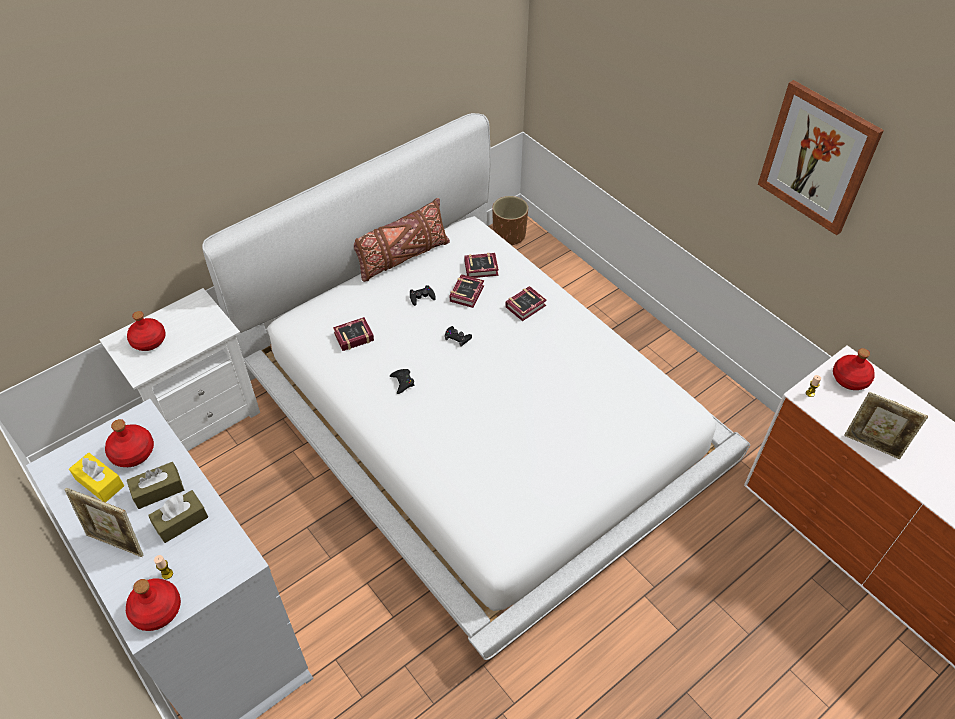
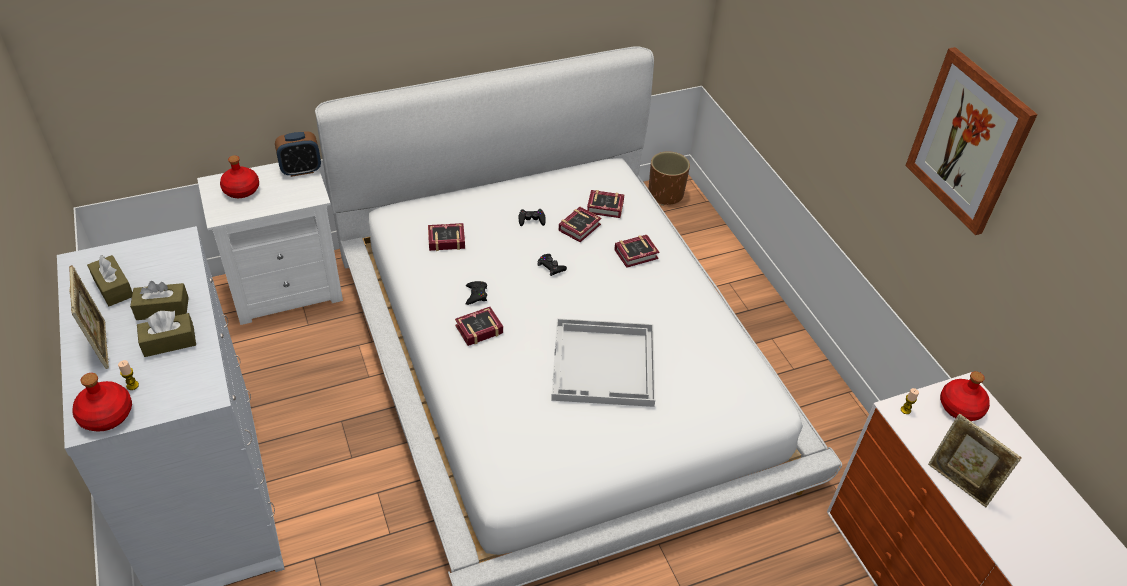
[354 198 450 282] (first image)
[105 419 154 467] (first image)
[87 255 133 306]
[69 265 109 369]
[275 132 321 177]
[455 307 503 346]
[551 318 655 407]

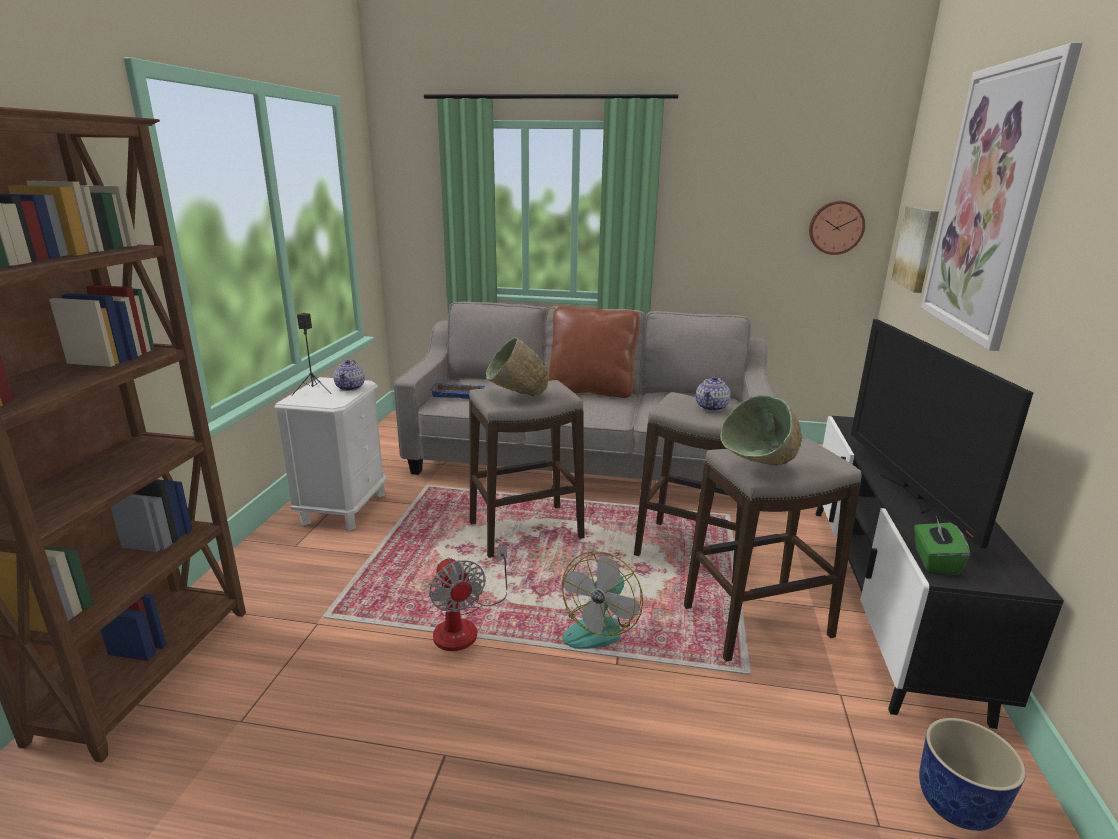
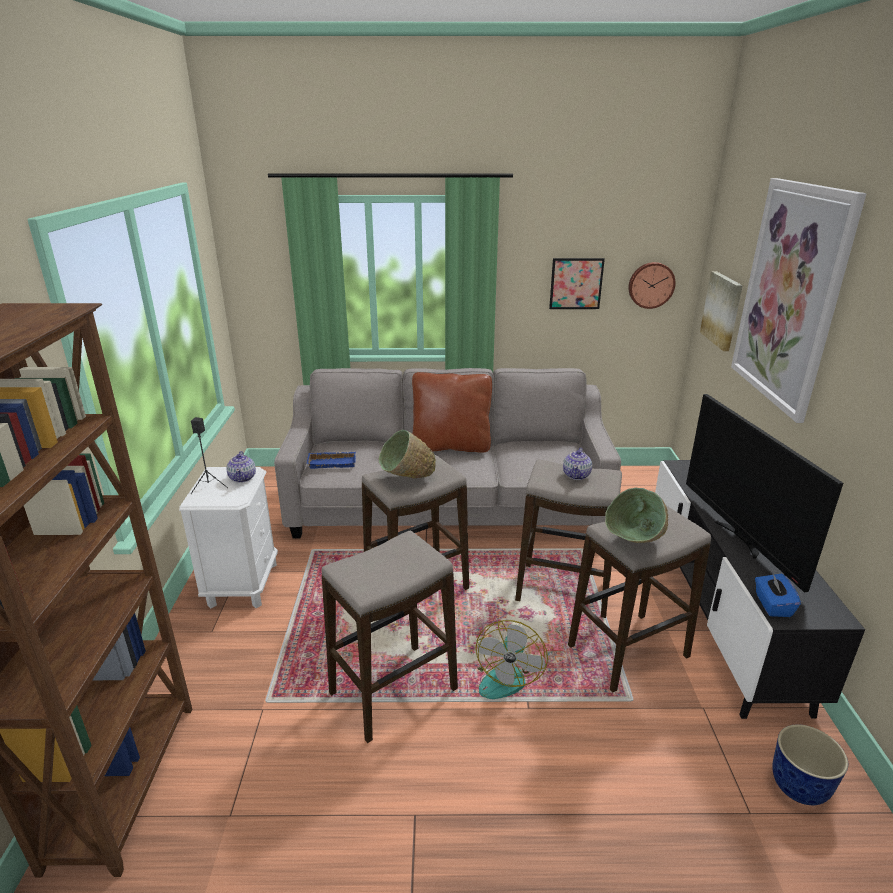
[755 574 801 617]
[321 530 458 743]
[549 258 605 309]

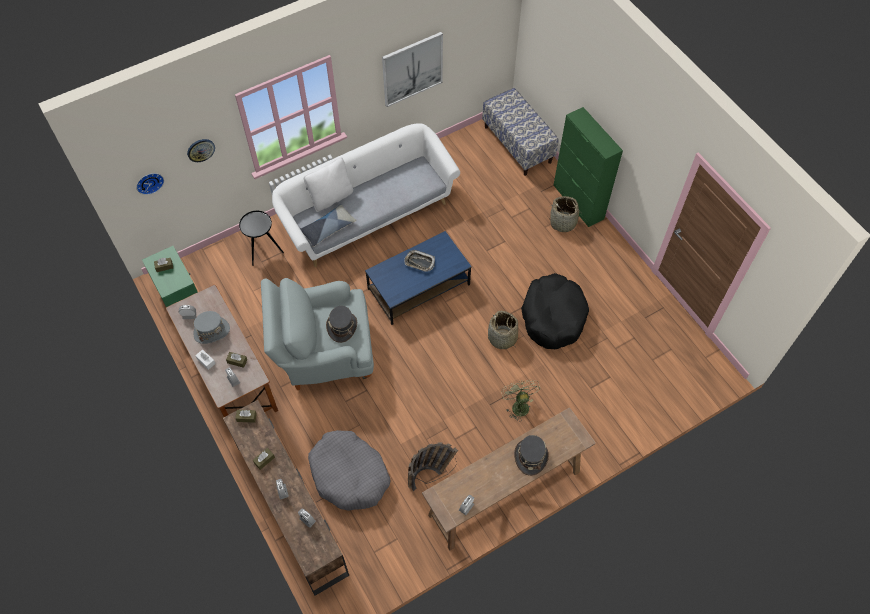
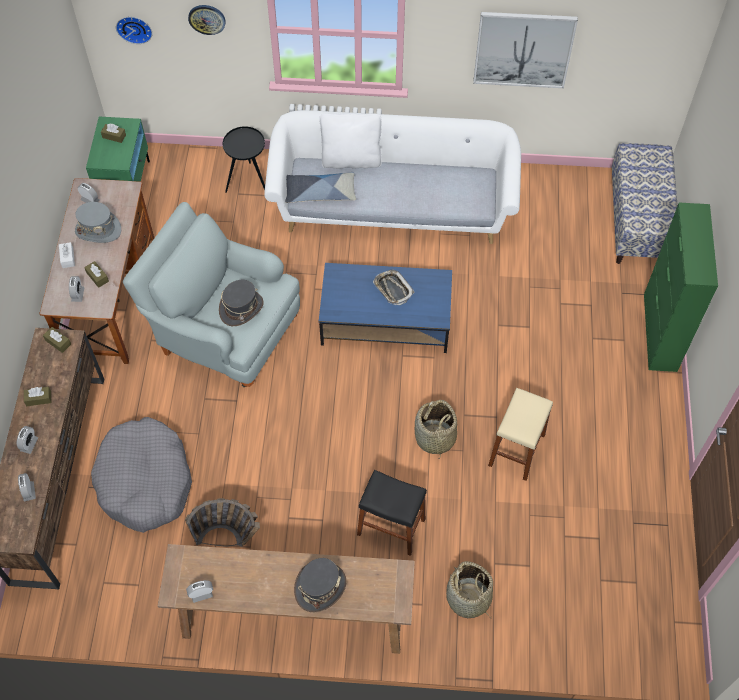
[446 561 493 619]
[488 388 553 481]
[357 470 427 556]

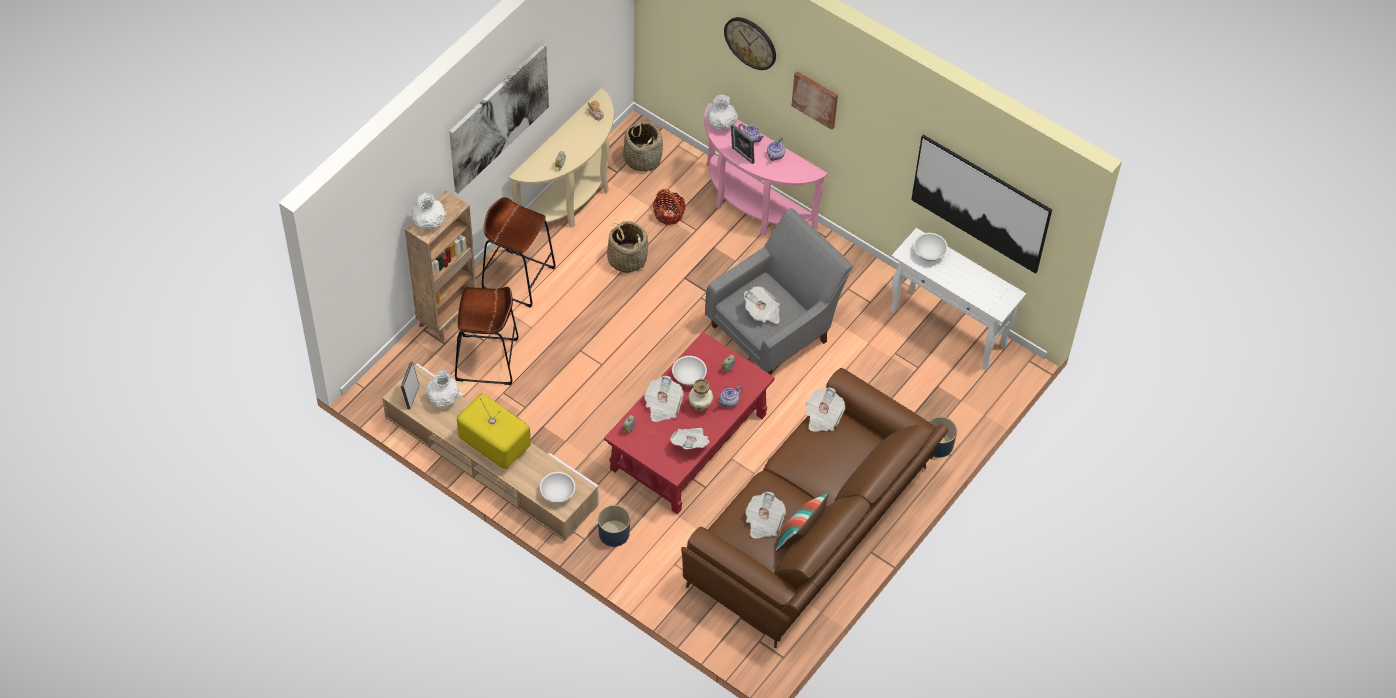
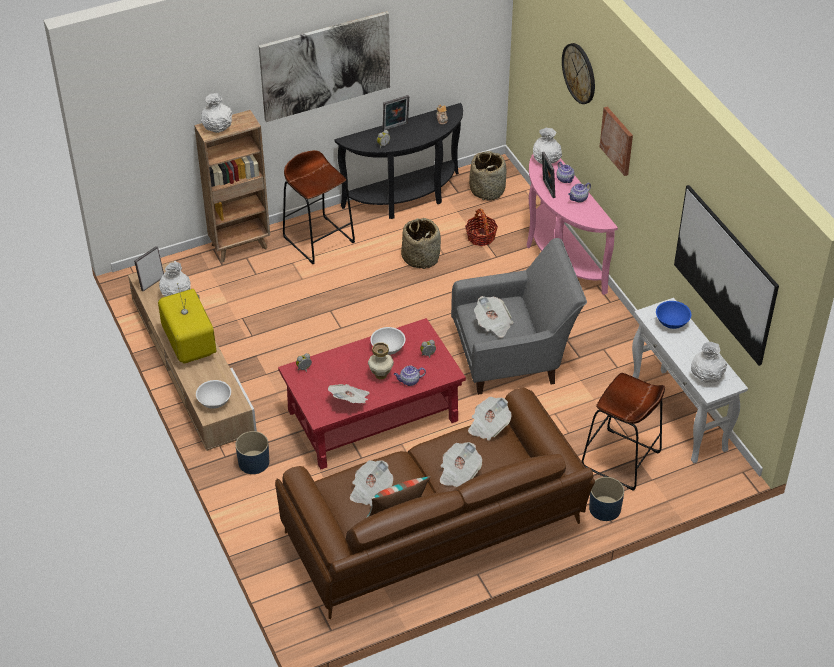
[334 103 463 219]
[656 301 691 329]
[582 373 665 490]
[440 442 482 487]
[382 95 409 131]
[691 342 727 383]

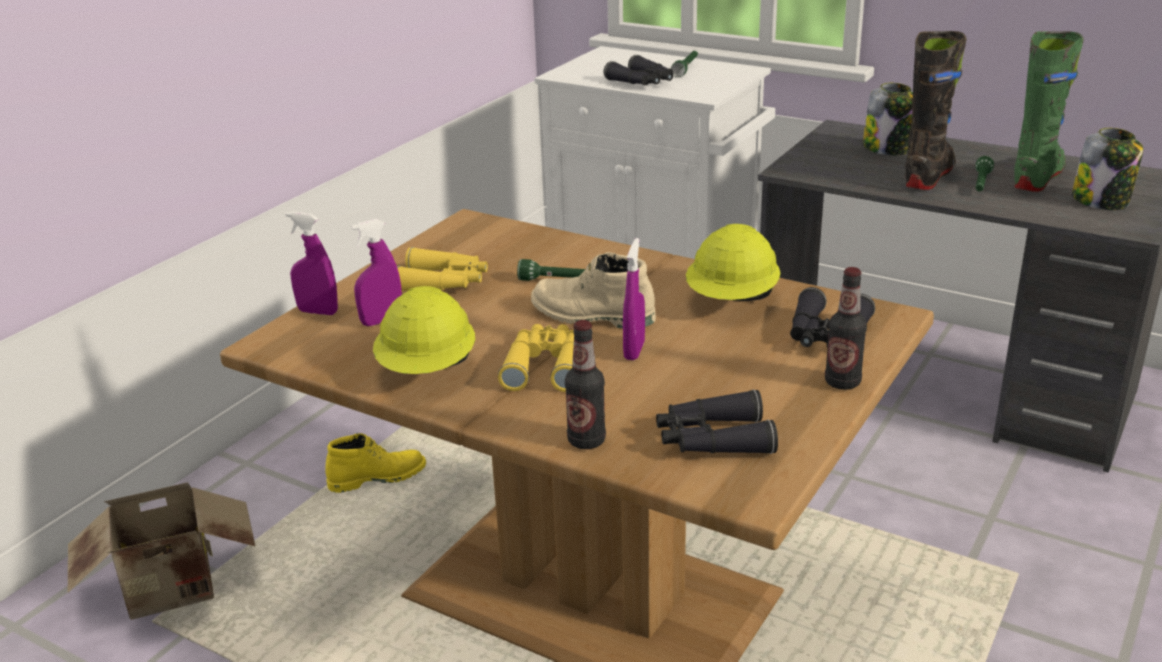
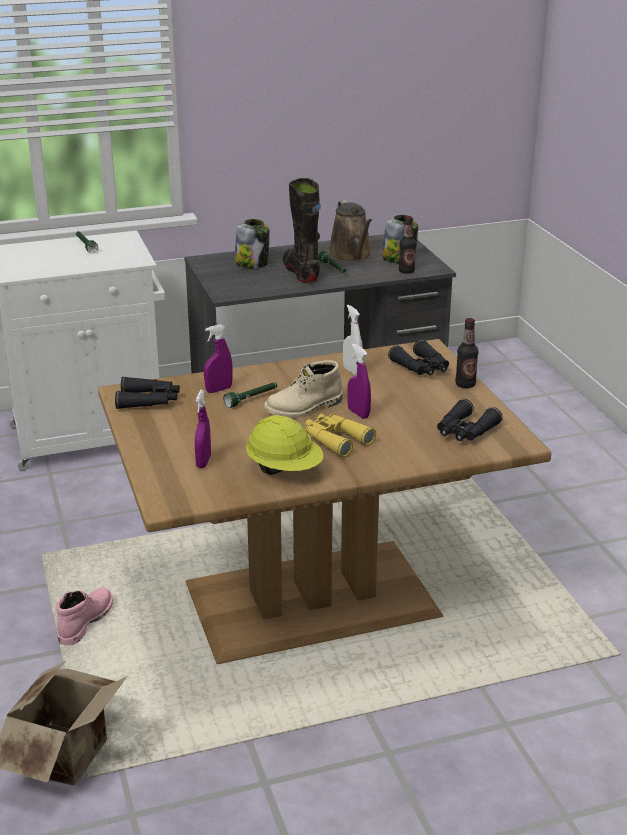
[328 200 373 262]
[115 376 180 409]
[204 324 233 393]
[343 305 363 376]
[397 247 488 291] (first image)
[399 216 416 274]
[56 587 114 646]

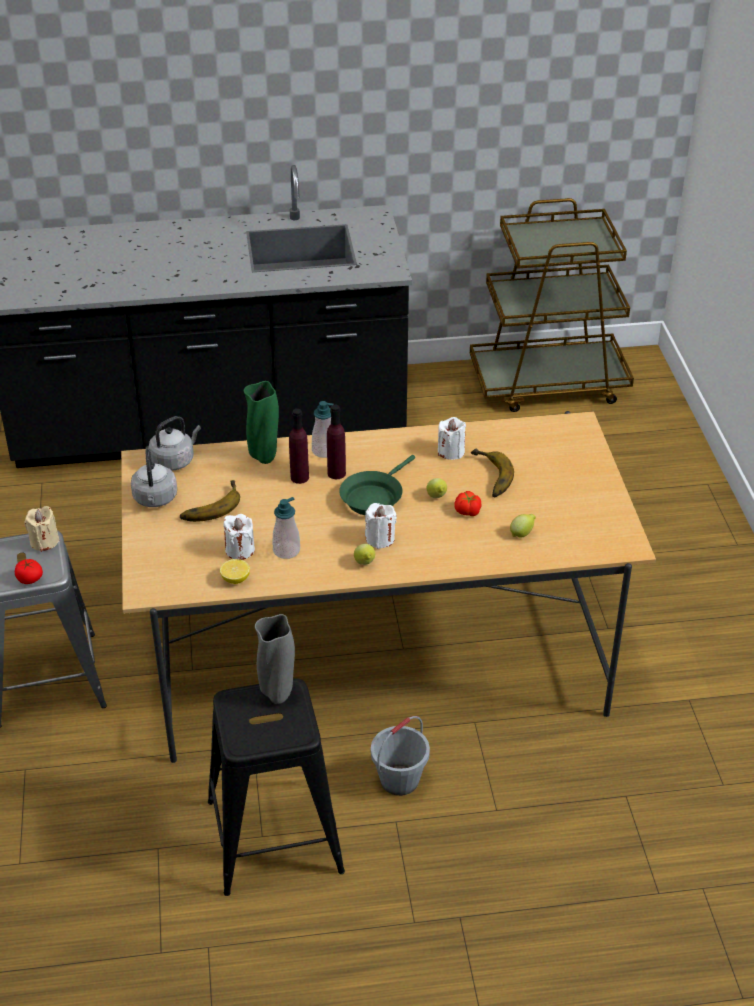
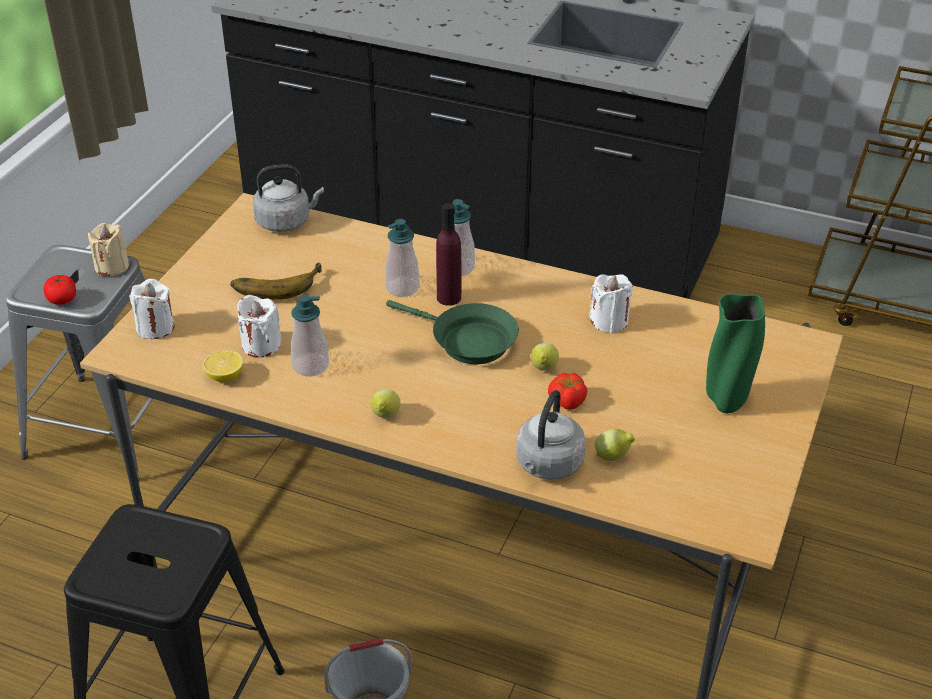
[706 294 765 413]
[385 219 420 297]
[516 390 586 480]
[471 448 514 498] (first image)
[386 300 519 364]
[129 279 175 339]
[255 614 295 704] (first image)

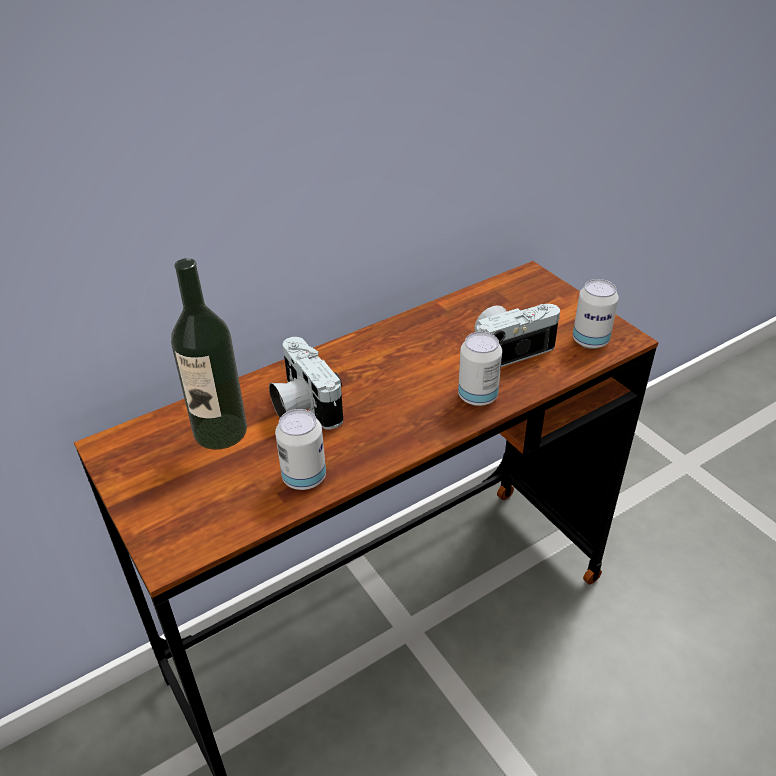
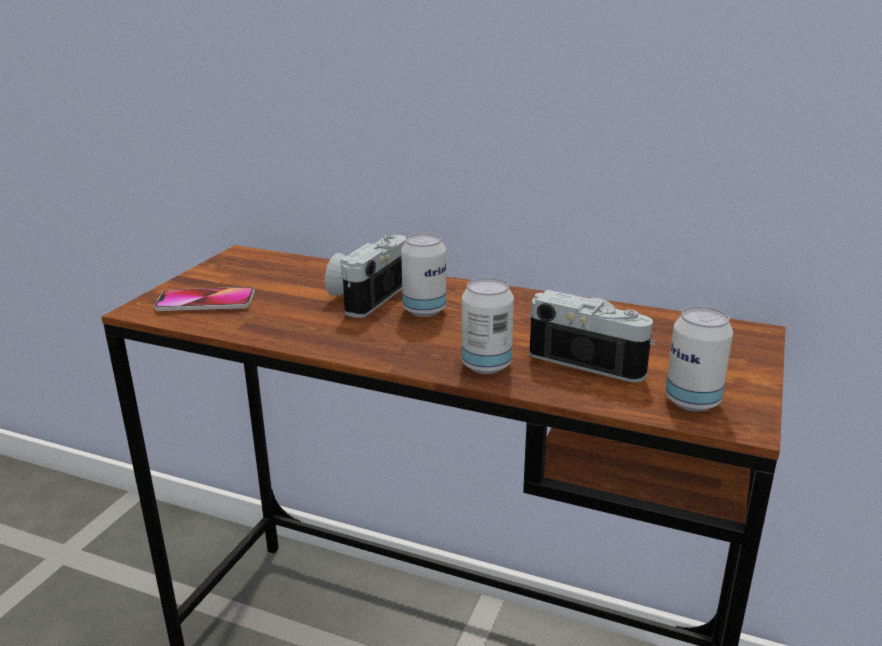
[171 258 247 450] (first image)
[401 233 446 317]
[154 287 255 311]

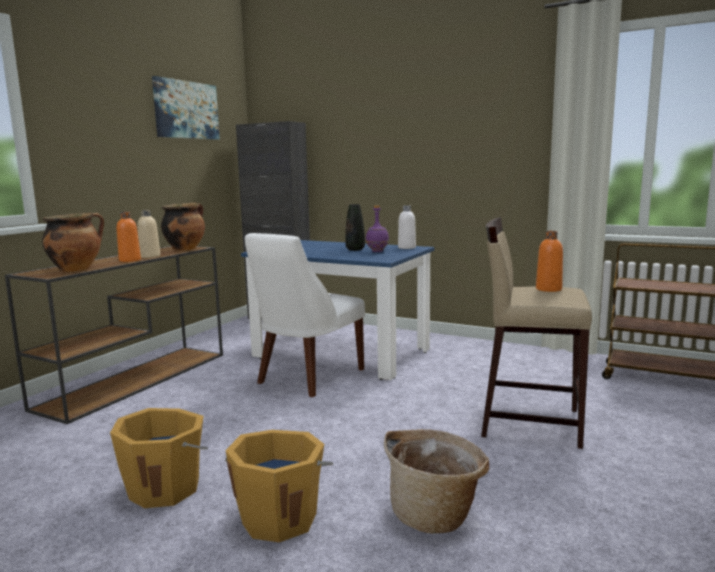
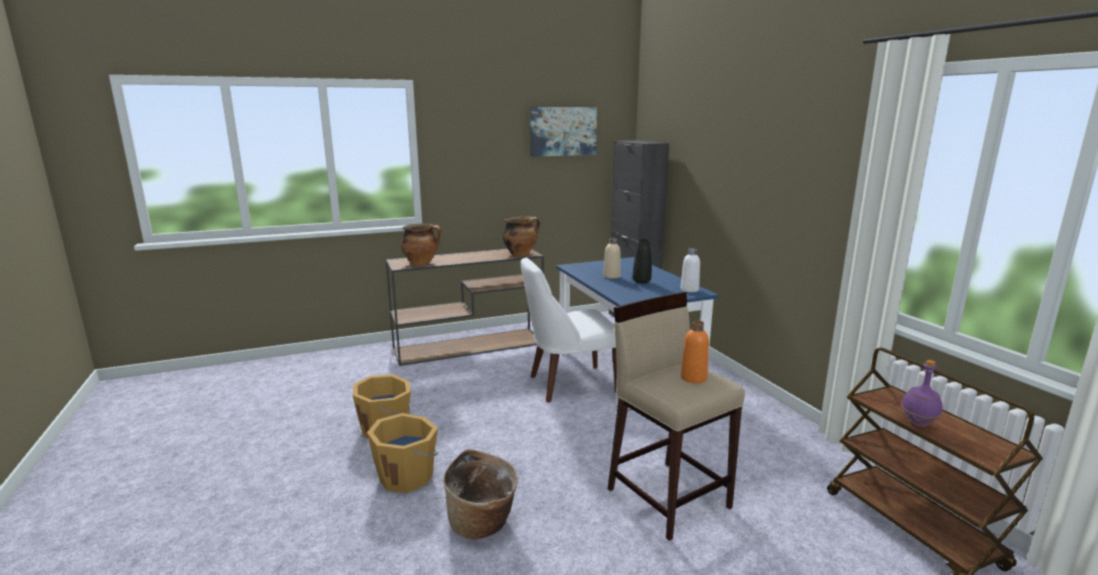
[901 360 942 427]
[604 238 620 279]
[117 212 141 262] (first image)

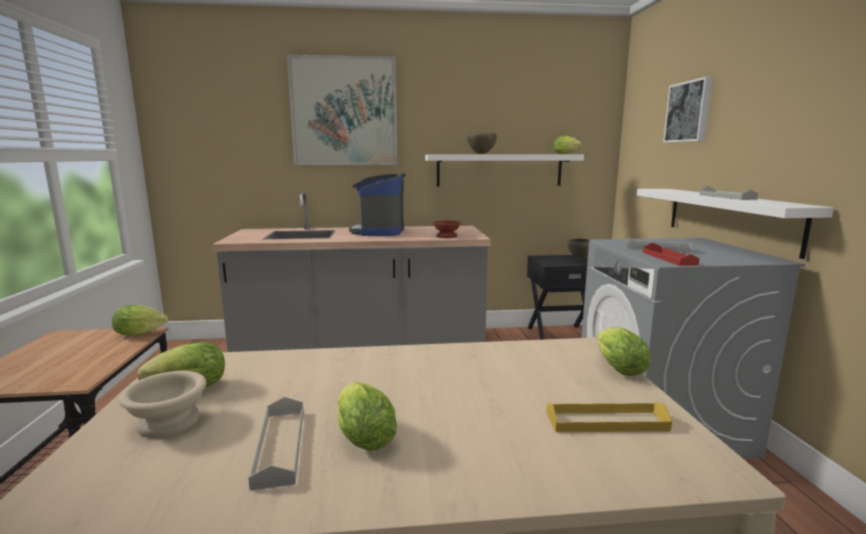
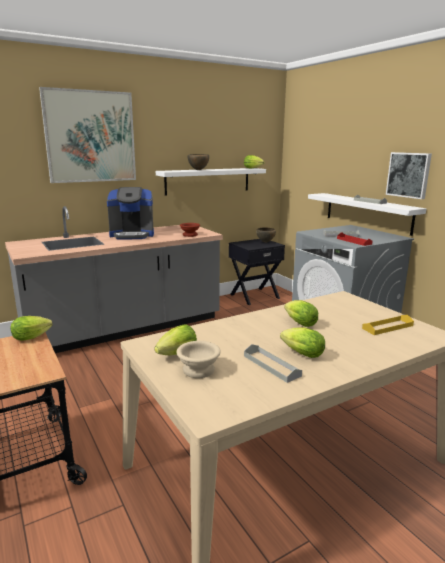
[386 152 432 199]
[107 187 154 240]
[284 300 318 327]

